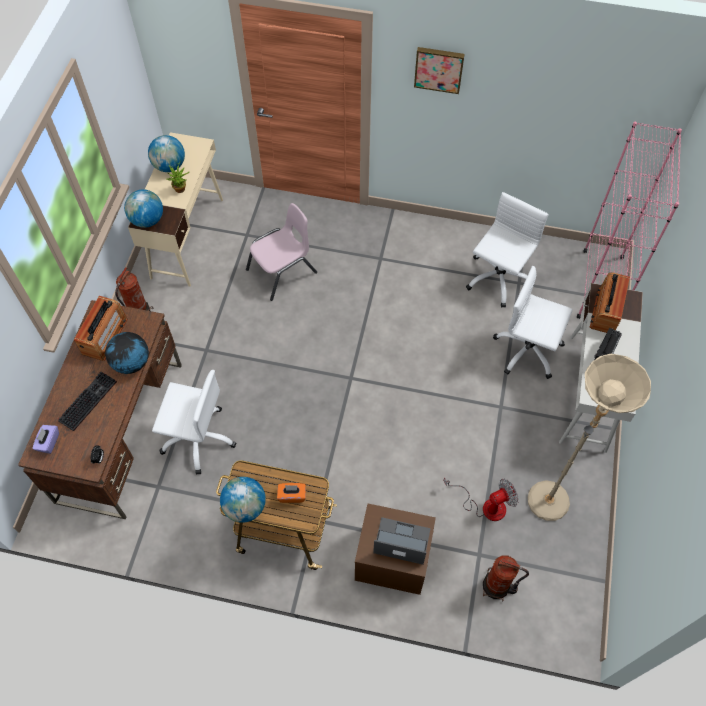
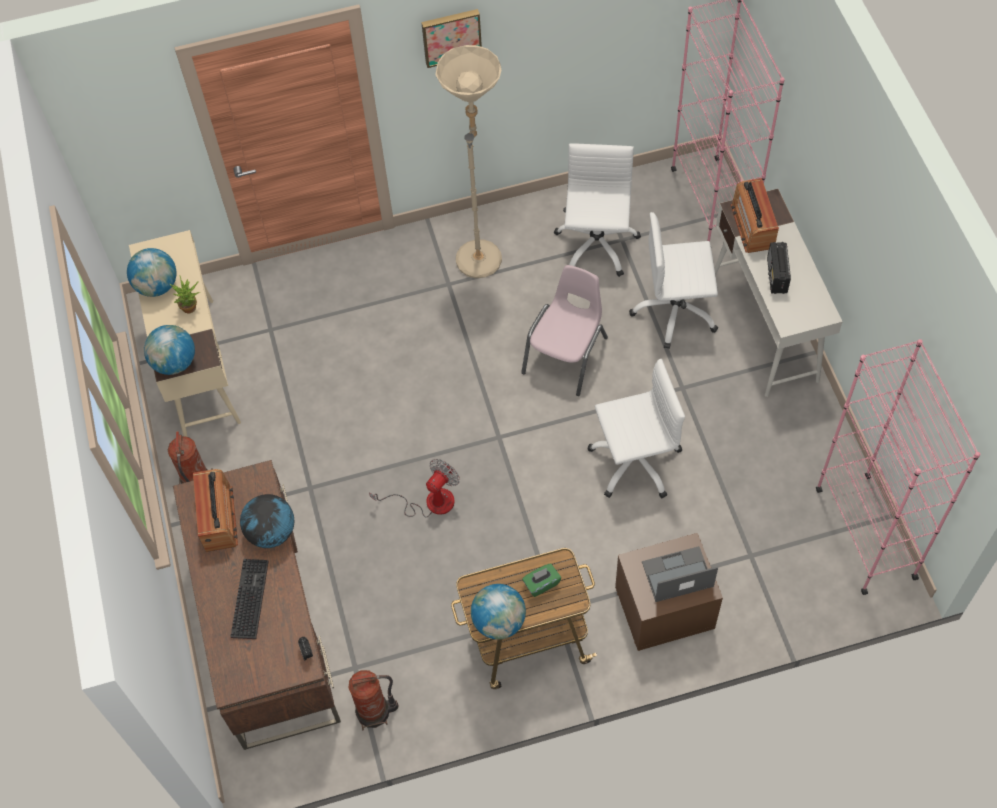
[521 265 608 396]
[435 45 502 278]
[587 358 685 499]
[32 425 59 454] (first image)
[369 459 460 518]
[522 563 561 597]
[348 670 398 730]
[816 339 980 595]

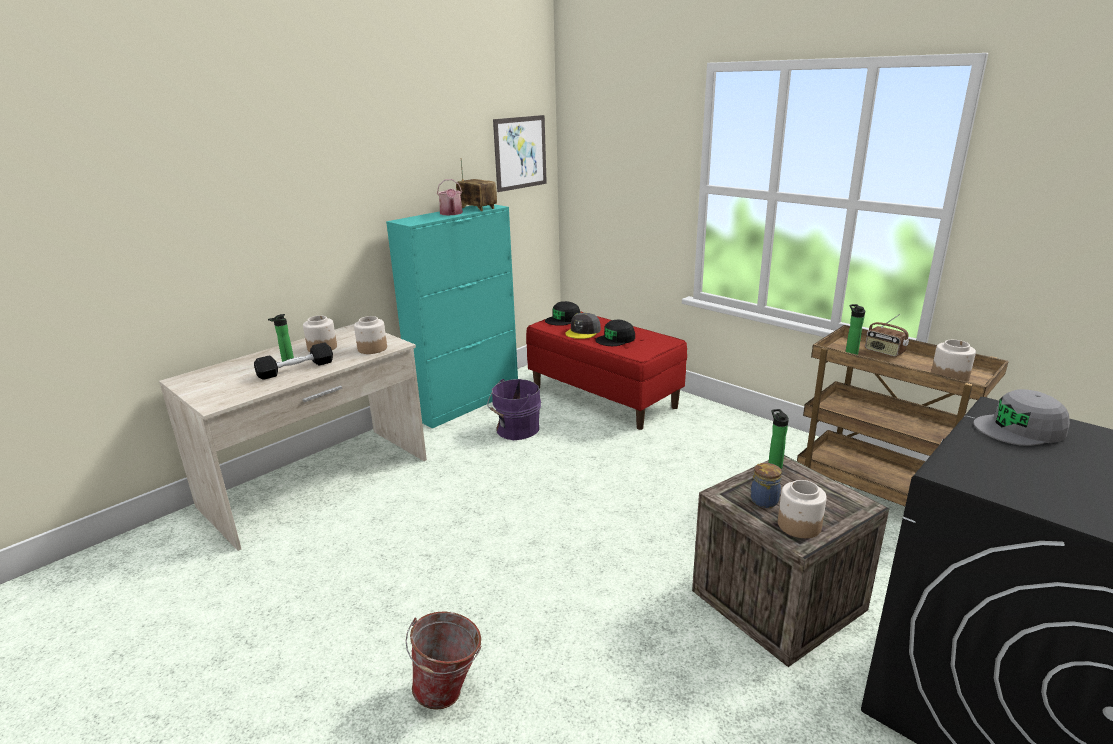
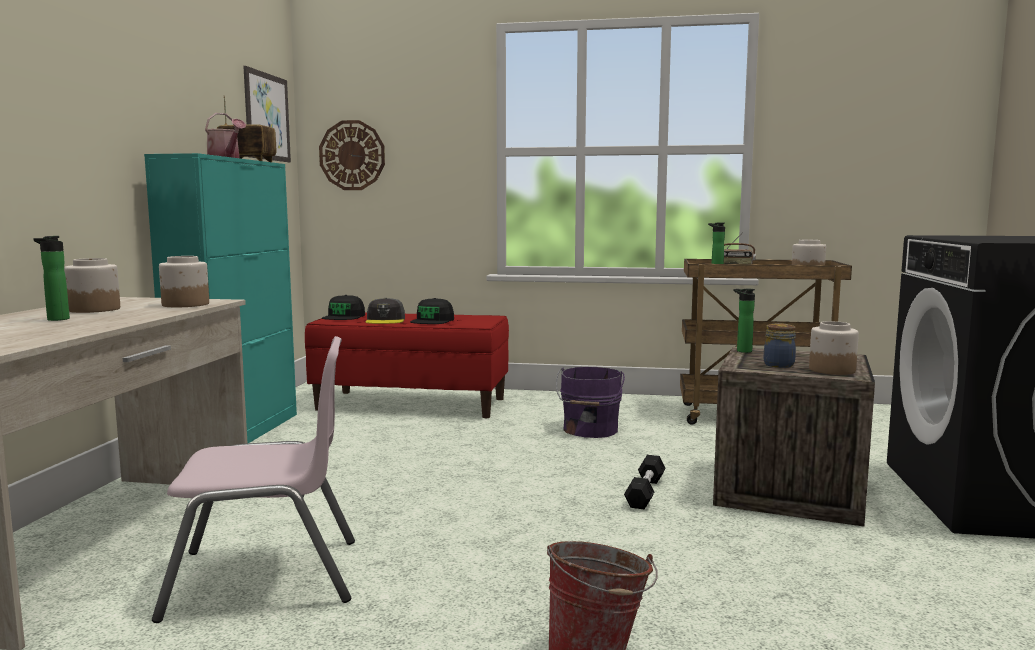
[624 455 666 509]
[556 367 625 438]
[973 389 1070 446] (first image)
[319 120 385 190]
[152 336 355 623]

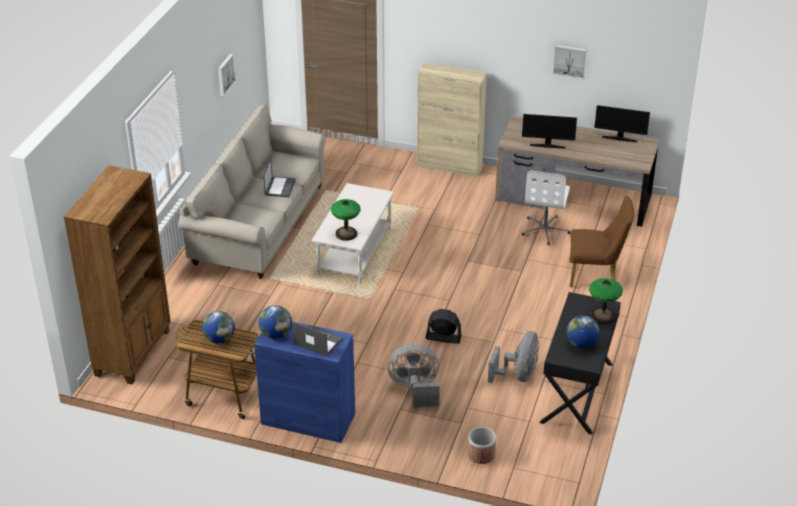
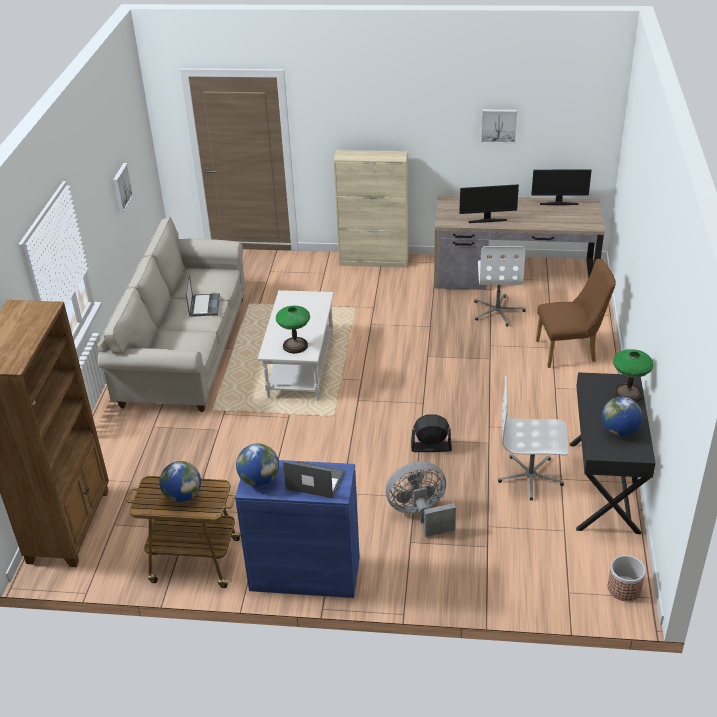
[498 376 569 500]
[608 555 646 601]

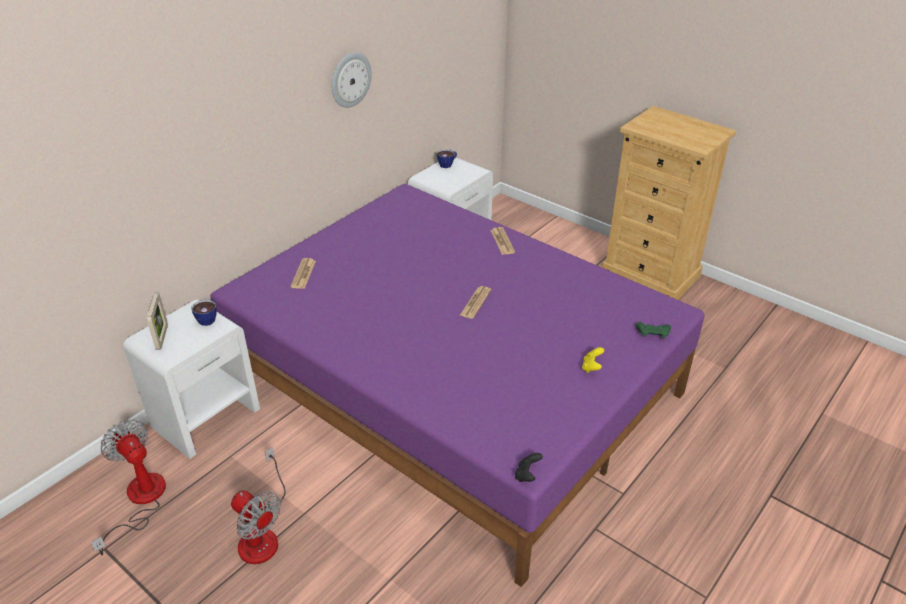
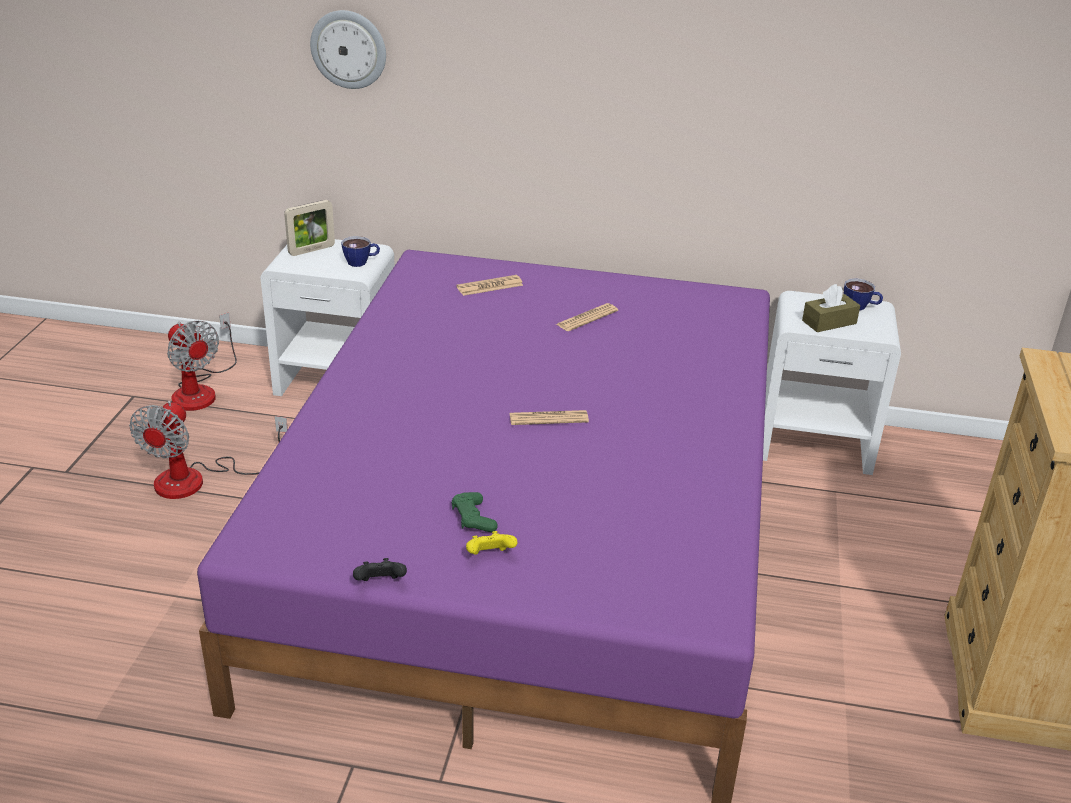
[310 10 386 89]
[556 303 618 331]
[452 492 498 532]
[167 312 237 411]
[353 558 407 581]
[802 284 860 332]

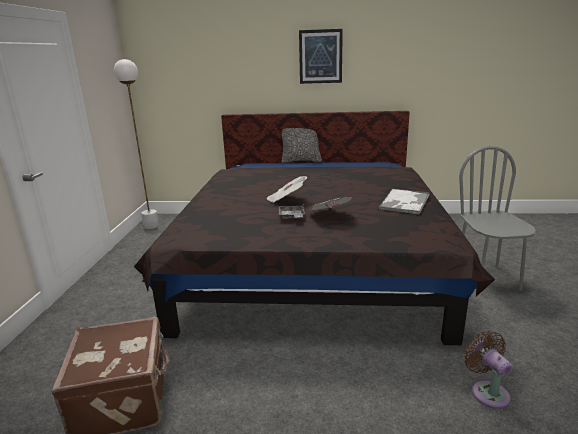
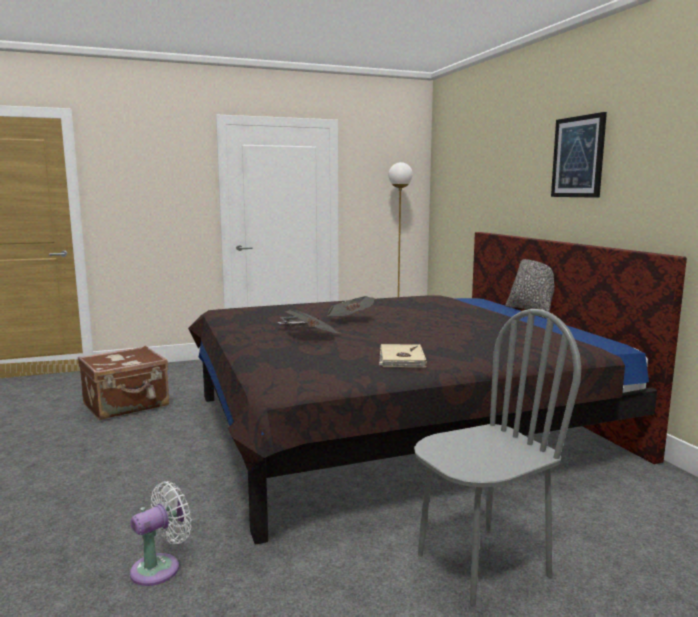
[379 344 427 368]
[130 481 192 586]

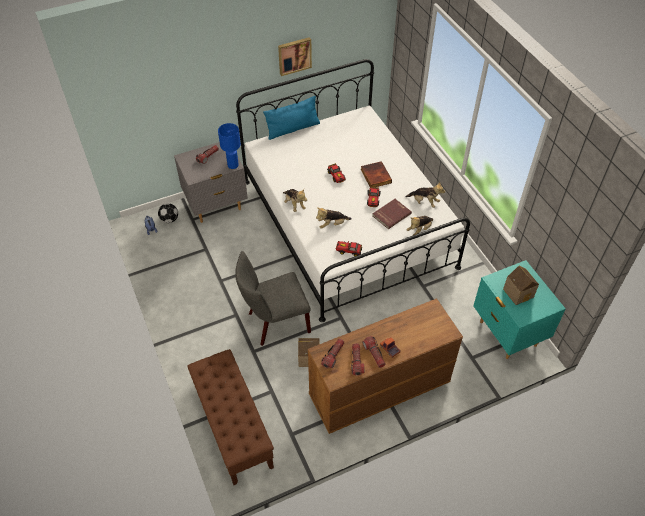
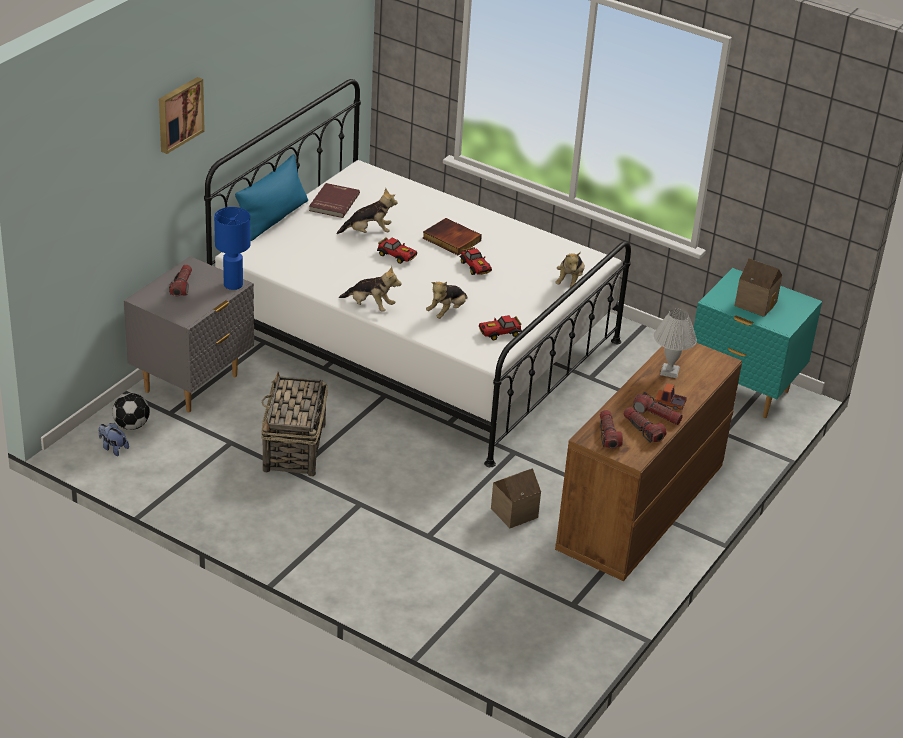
[159 77 205 154]
[336 188 397 234]
[309 183 360 218]
[235 251 311 346] (first image)
[188 349 274 485] (first image)
[654 309 697 378]
[261 372 328 476]

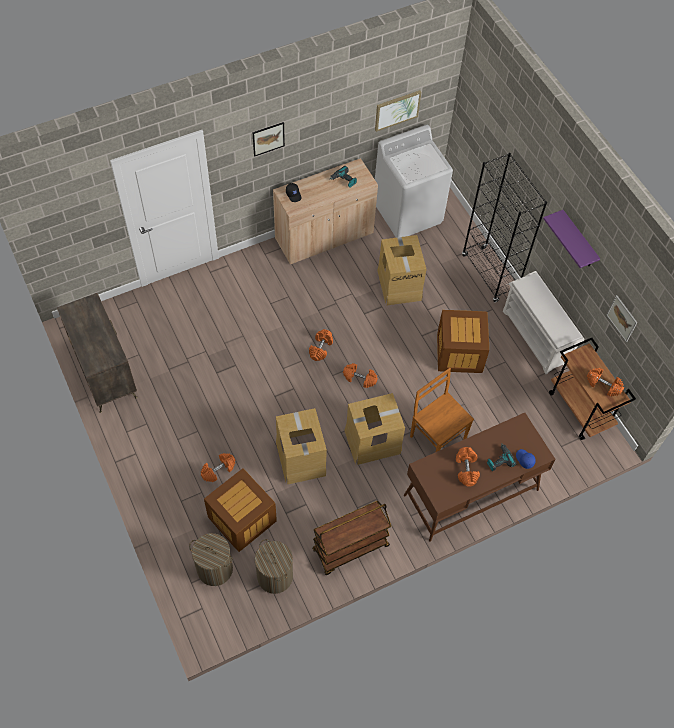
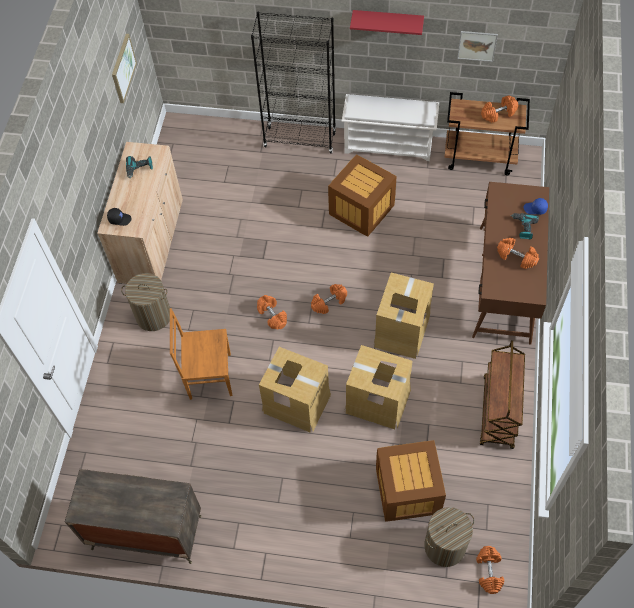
[253 122 285 157] (first image)
[375 125 453 238] (first image)
[350 10 424 35]
[259 347 331 433]
[170 308 232 400]
[476 546 504 594]
[121 273 170 331]

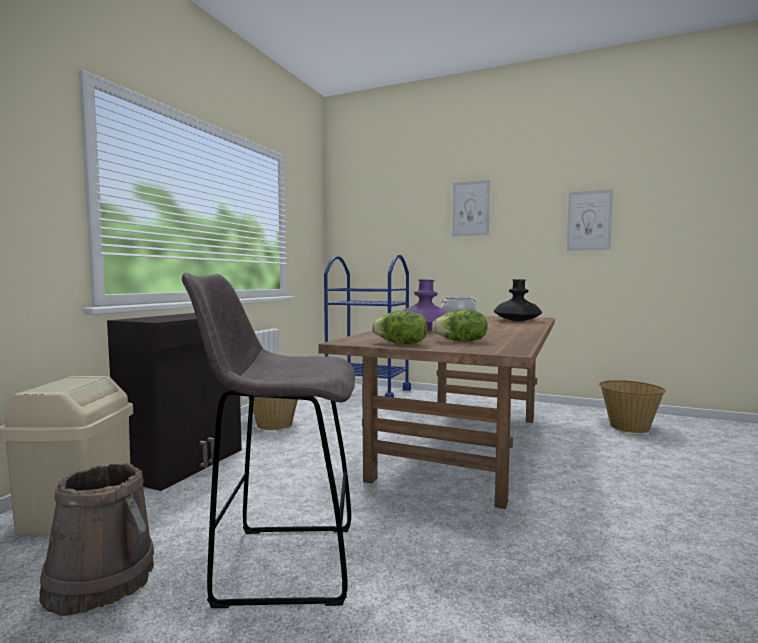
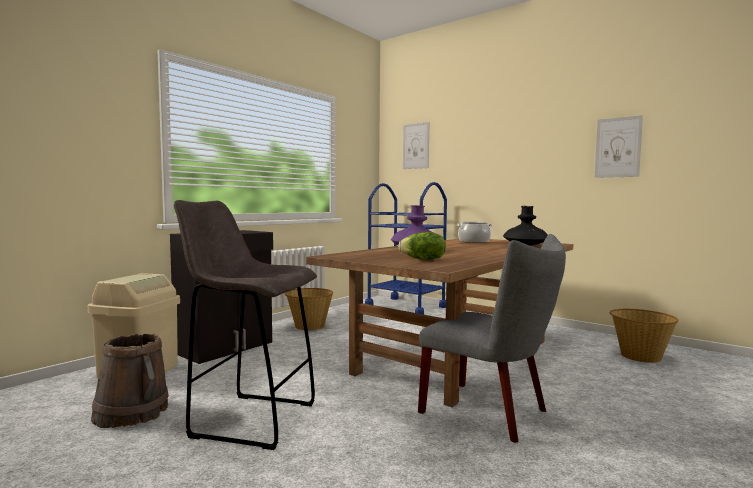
[403 122 430 169]
[372 311 428 344] (first image)
[418 234 566 443]

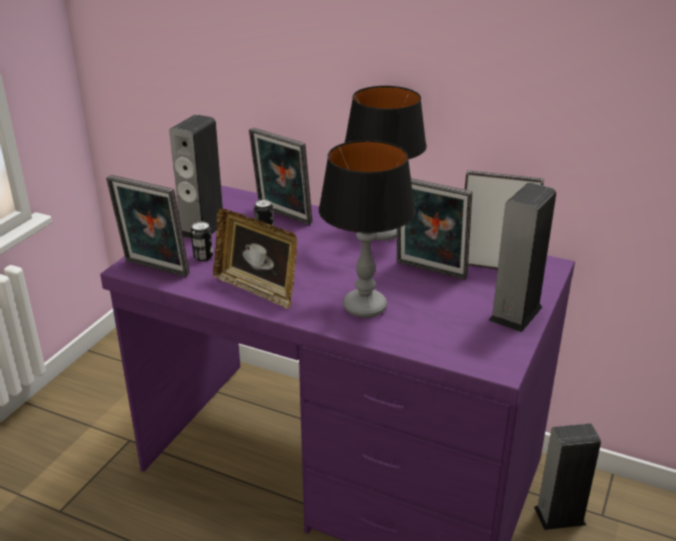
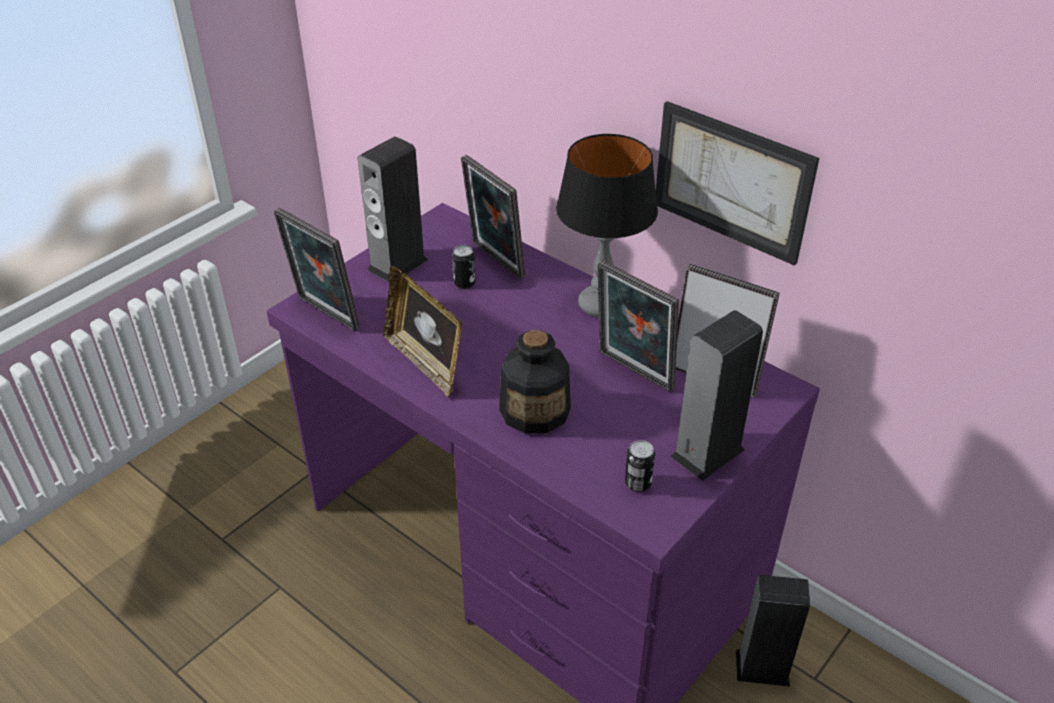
[499 330 571 434]
[625 440 655 492]
[656 101 819 266]

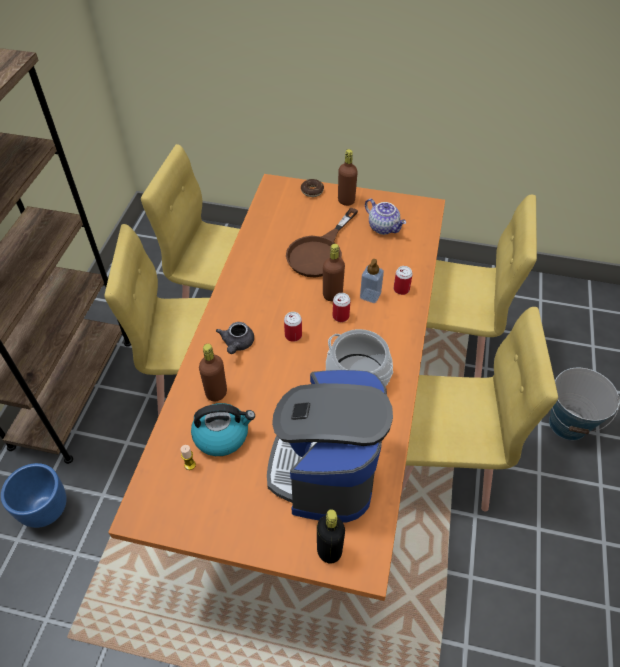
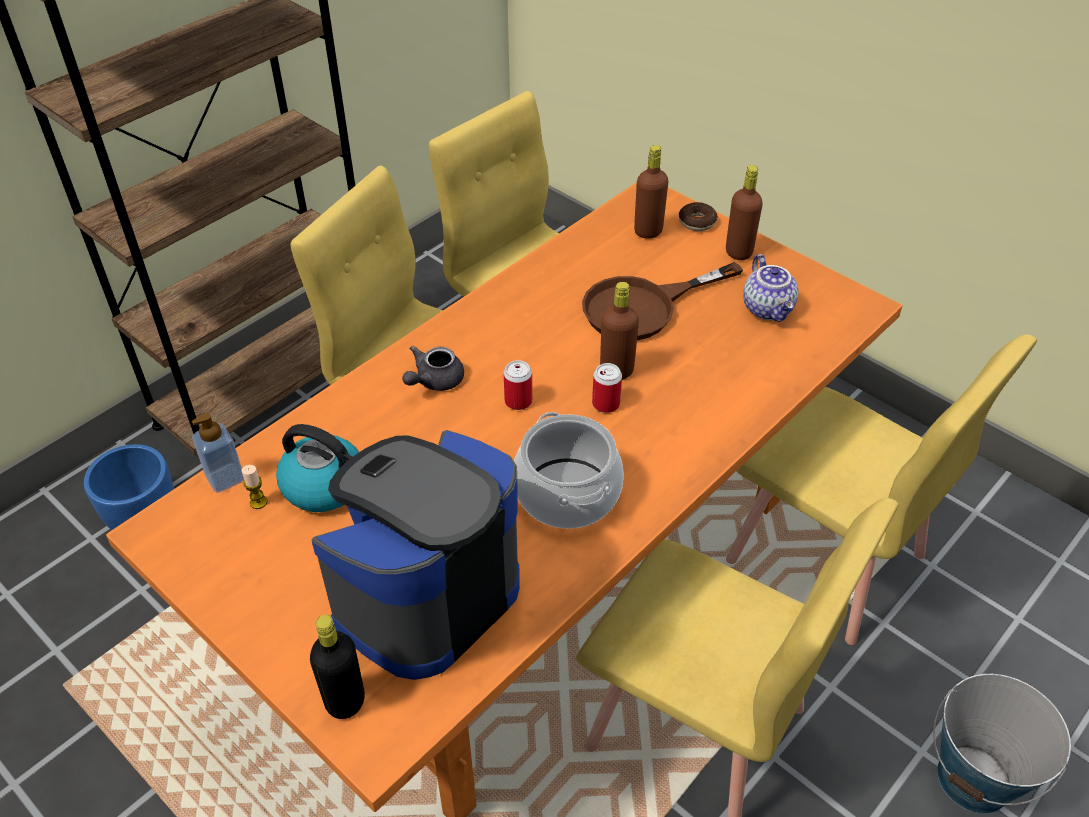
[192 413 244 493]
[394 266 413 295] (first image)
[634 145 668 239]

